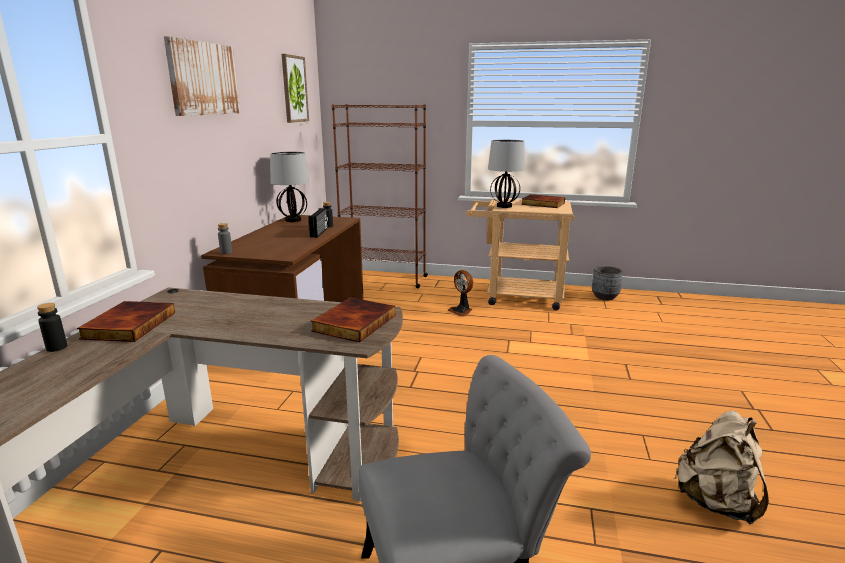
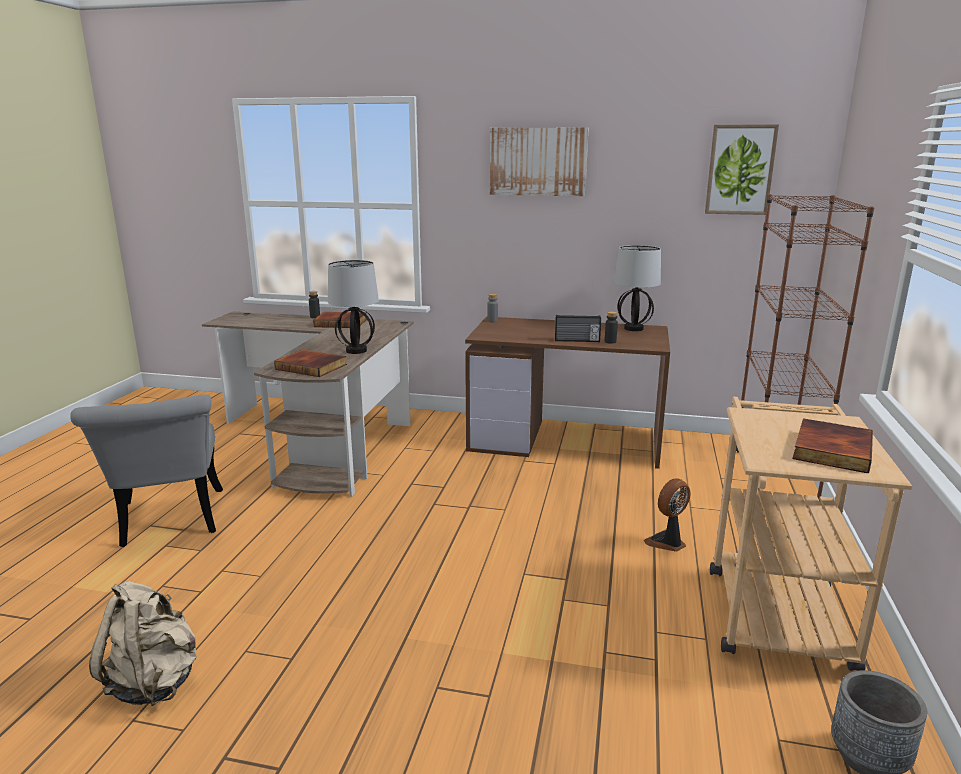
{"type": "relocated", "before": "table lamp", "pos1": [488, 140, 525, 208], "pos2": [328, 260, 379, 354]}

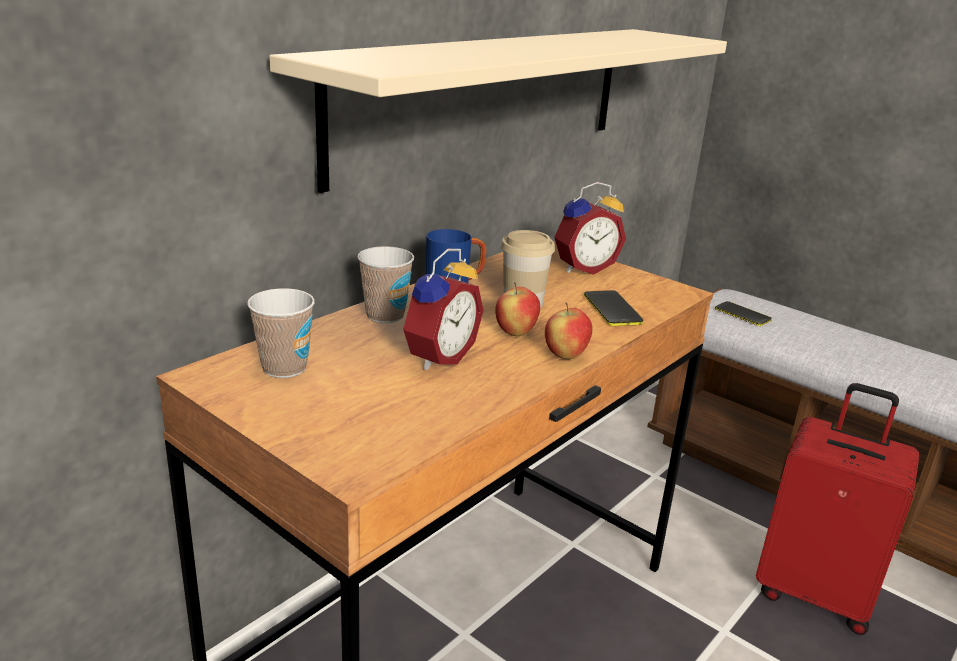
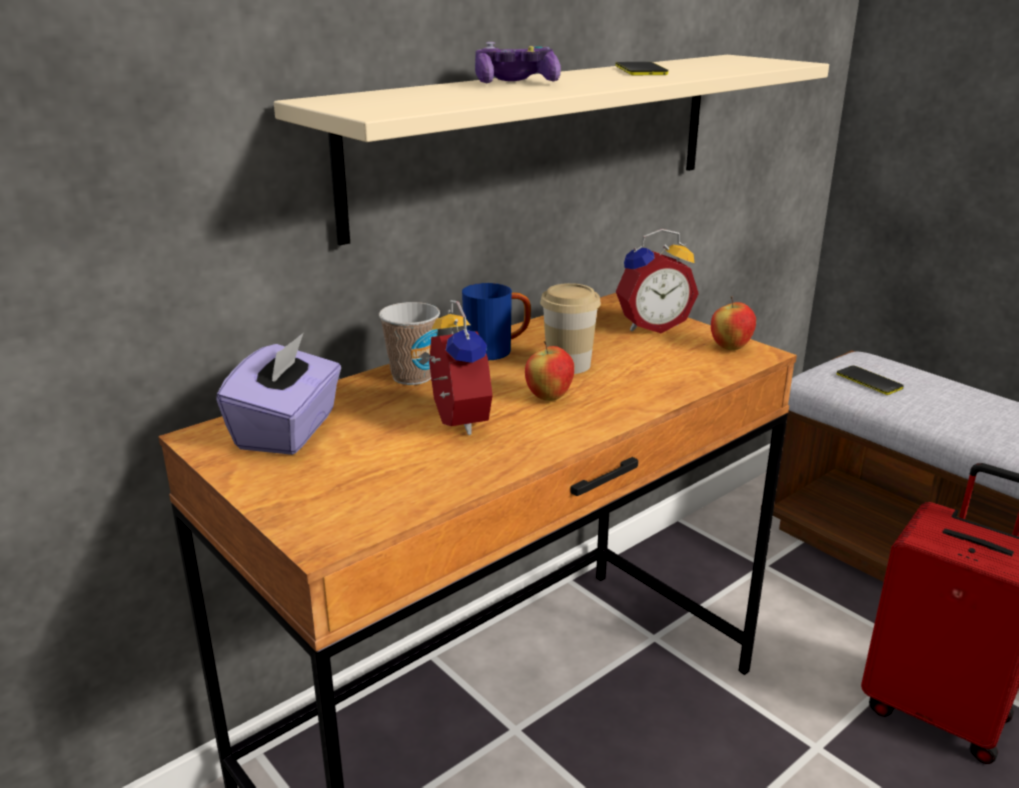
{"type": "appeared", "after": "game controller", "pos2": [475, 42, 561, 83]}
{"type": "relocated", "before": "apple", "pos1": [545, 303, 593, 359], "pos2": [711, 296, 756, 350]}
{"type": "relocated", "before": "phone", "pos1": [584, 290, 643, 326], "pos2": [615, 62, 668, 75]}
{"type": "exchanged", "before": "cup", "after": "purple tissue box", "pos1": [247, 288, 315, 378], "pos2": [216, 333, 341, 455]}
{"type": "spun", "before": "alarm clock", "pos1": [403, 249, 484, 370], "pos2": [418, 300, 493, 435], "turn": -60}

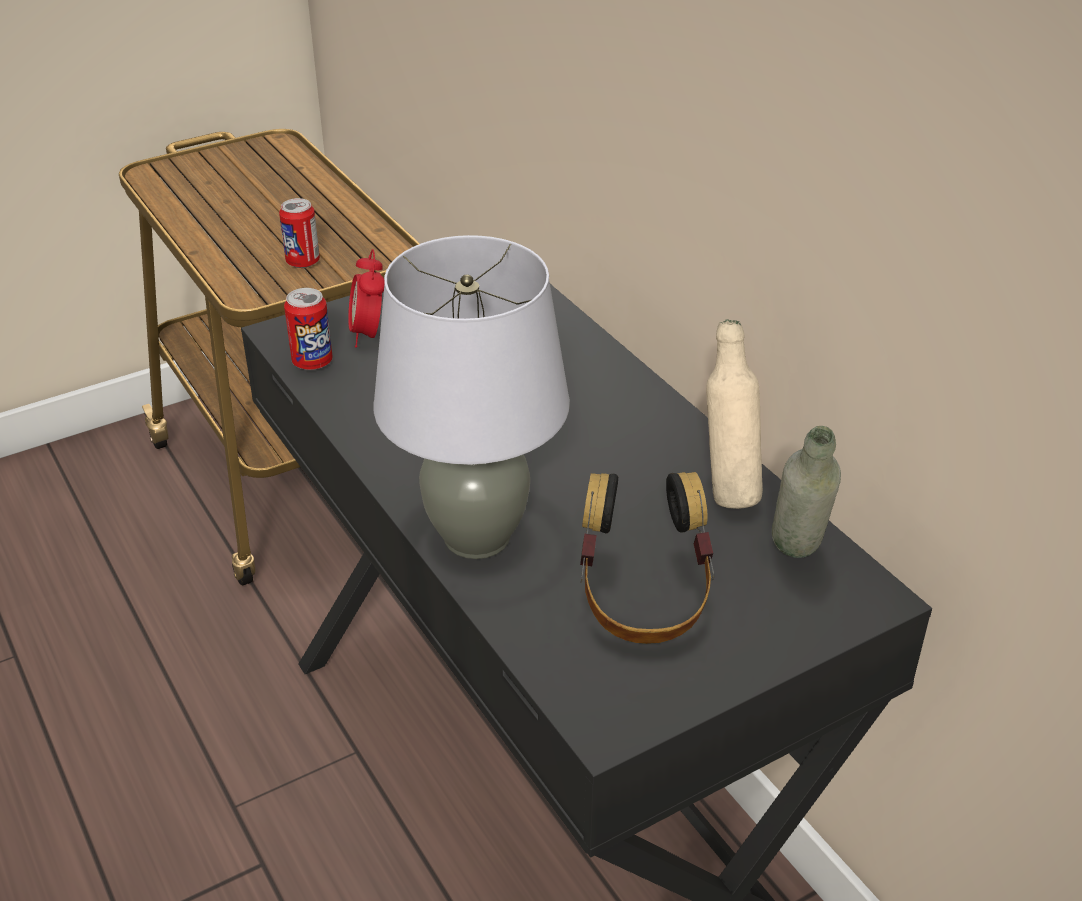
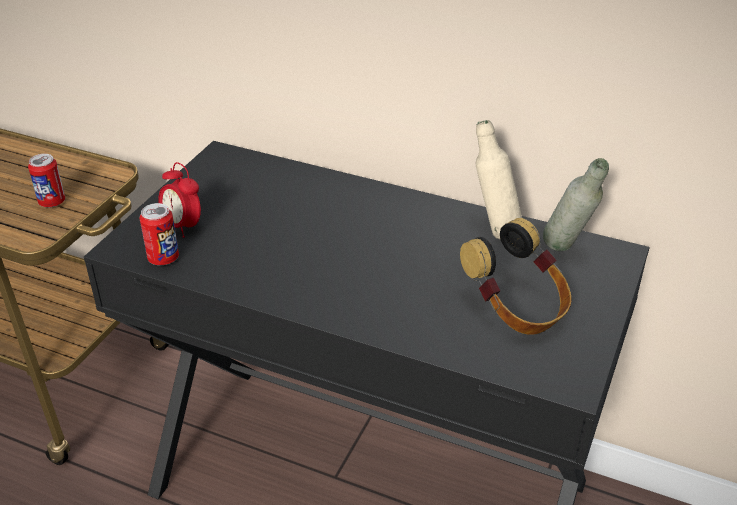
{"type": "missing", "before": "grey table lamp", "pos1": [374, 235, 570, 559]}

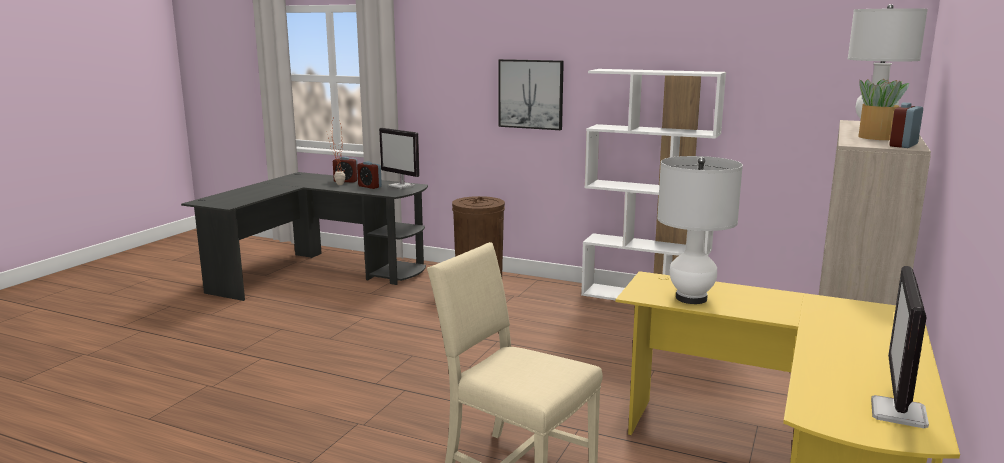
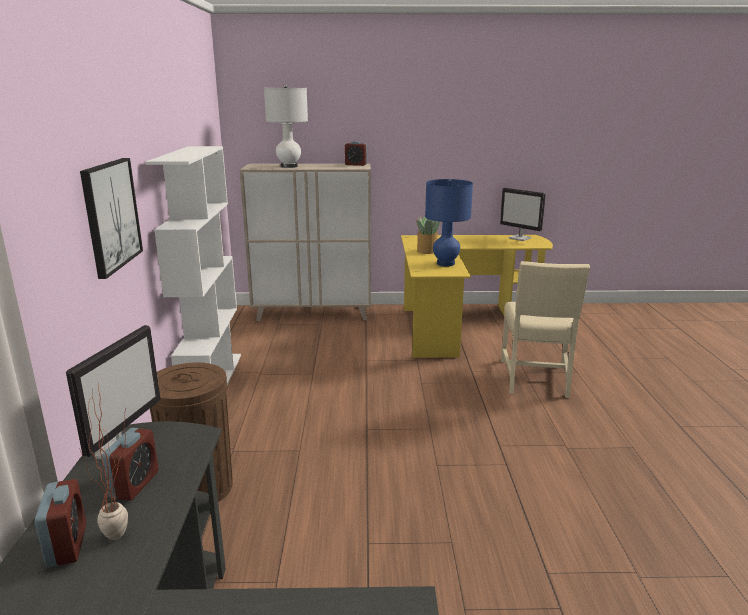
{"type": "relocated", "before": "potted plant", "pos1": [858, 79, 909, 140], "pos2": [416, 217, 440, 254]}
{"type": "colour", "before": "white table lamp", "after": "blue table lamp", "pos1": [657, 156, 743, 304], "pos2": [425, 179, 473, 266]}
{"type": "spun", "before": "monitor", "pos1": [871, 266, 929, 428], "pos2": [500, 188, 546, 241], "turn": 45}

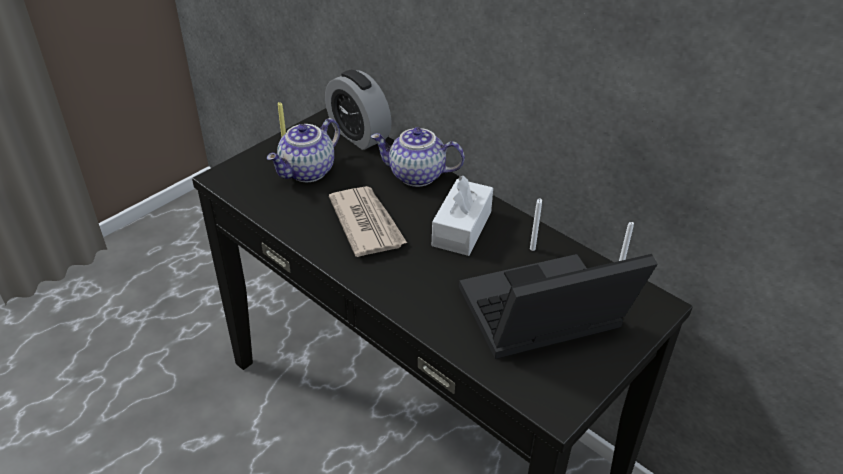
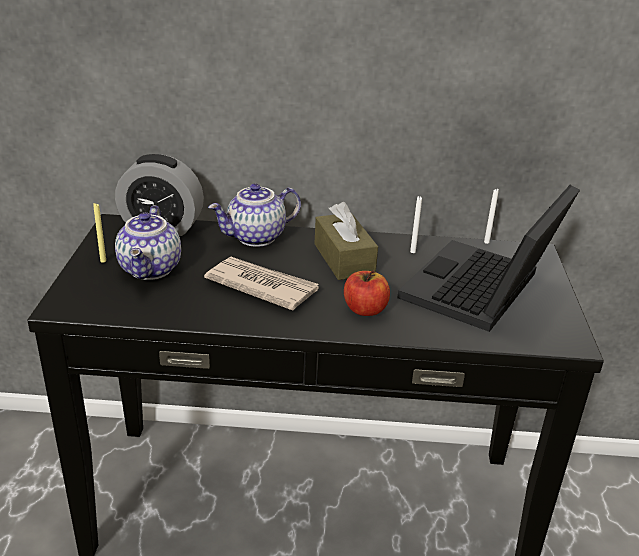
{"type": "appeared", "after": "apple", "pos2": [344, 270, 390, 316]}
{"type": "colour", "before": "white tissue box", "after": "brown tissue box", "pos1": [432, 176, 493, 256], "pos2": [314, 202, 378, 280]}

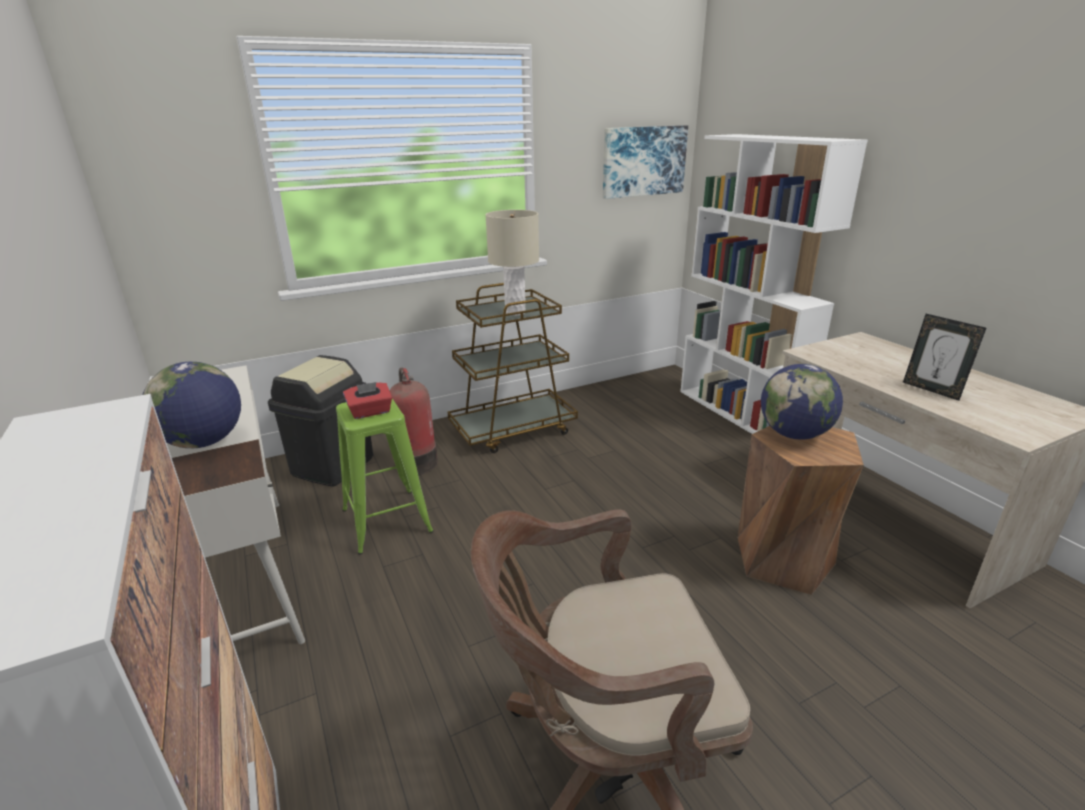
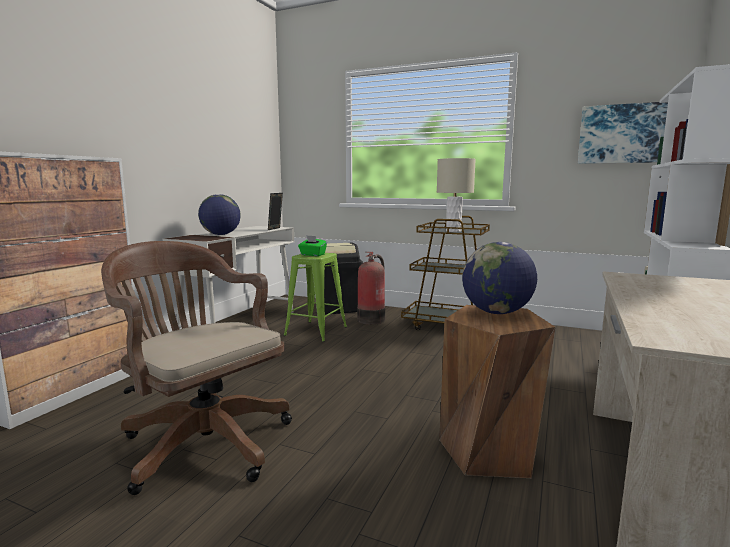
{"type": "relocated", "before": "picture frame", "pos1": [903, 314, 986, 401], "pos2": [268, 193, 283, 230]}
{"type": "colour", "before": "red tissue box", "after": "green tissue box", "pos1": [343, 382, 392, 419], "pos2": [298, 235, 327, 256]}

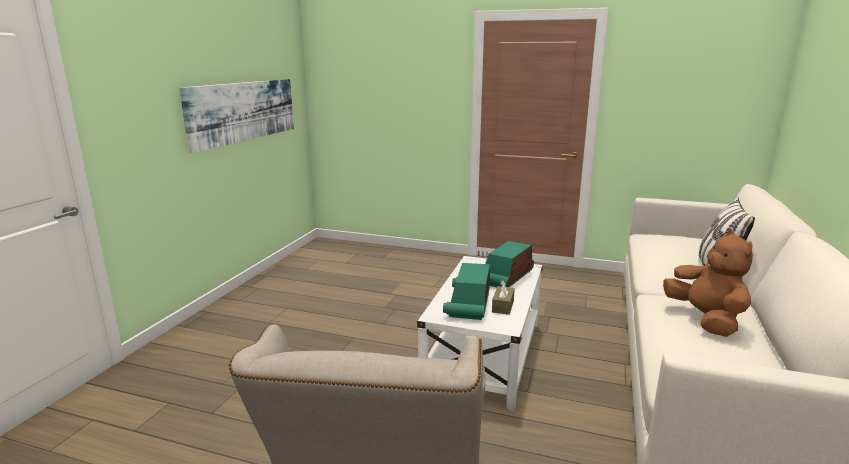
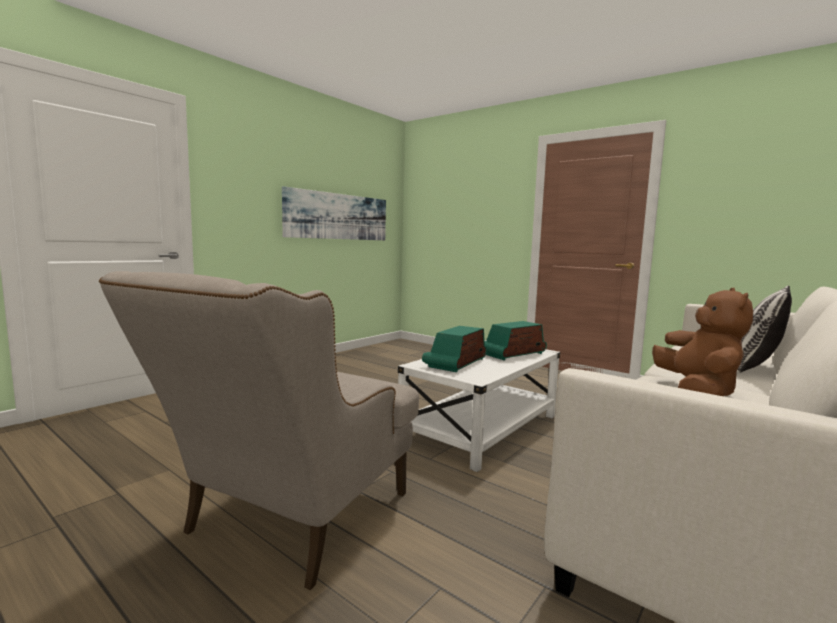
{"type": "missing", "before": "brown tissue box", "pos1": [492, 280, 515, 315]}

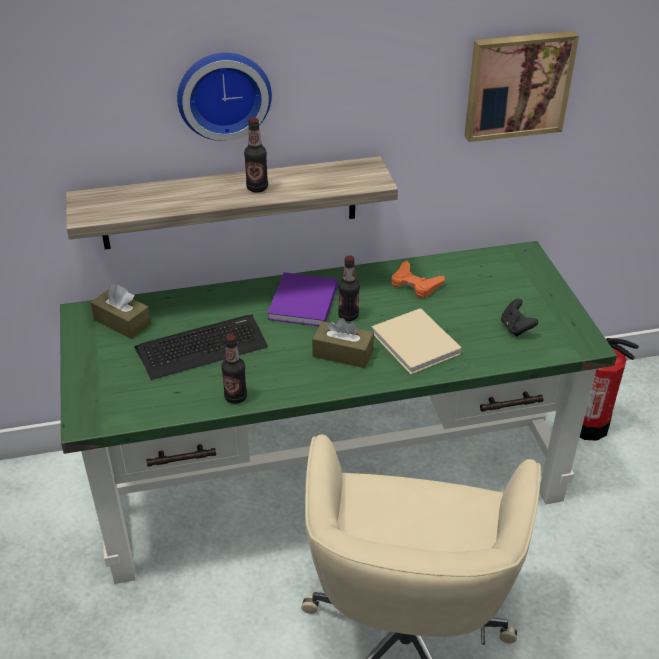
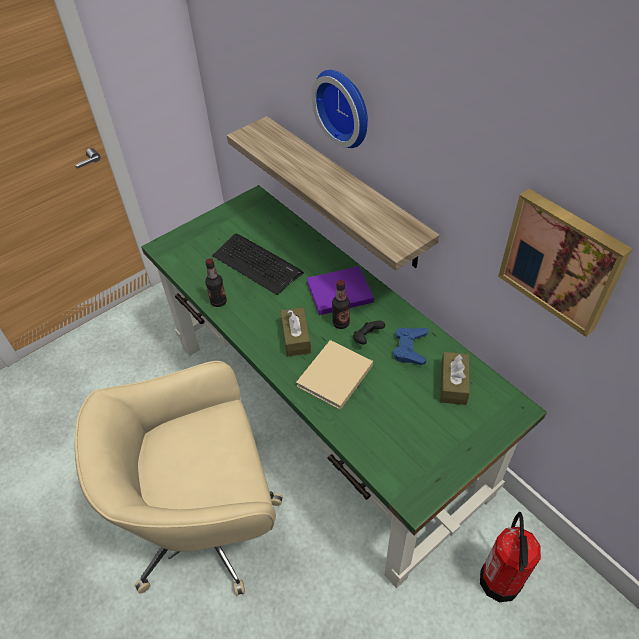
{"type": "missing", "before": "bottle", "pos1": [244, 117, 268, 193]}
{"type": "relocated", "before": "brown tissue box", "pos1": [90, 284, 151, 339], "pos2": [440, 352, 470, 405]}
{"type": "relocated", "before": "black game controller", "pos1": [501, 299, 538, 337], "pos2": [353, 321, 385, 344]}
{"type": "colour", "before": "orange game controller", "after": "blue game controller", "pos1": [391, 261, 444, 298], "pos2": [393, 328, 428, 365]}

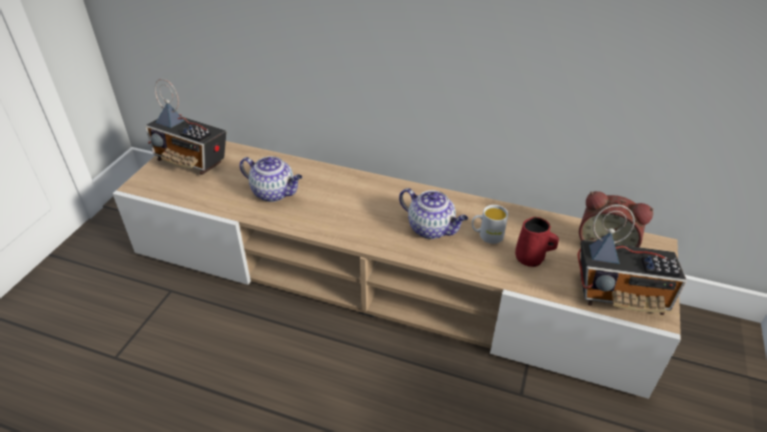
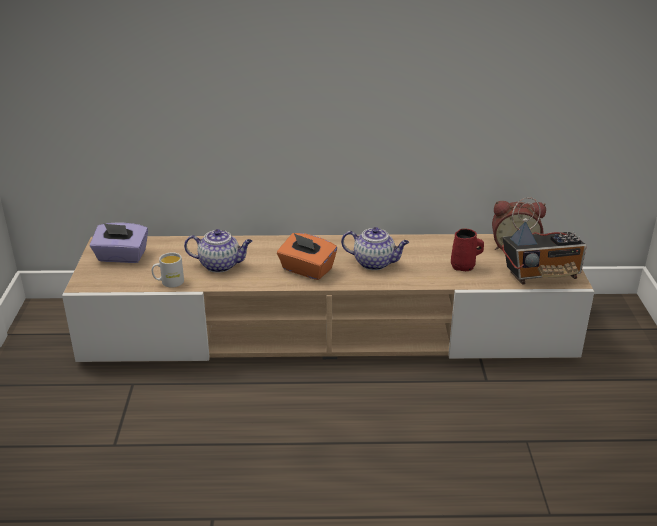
{"type": "appeared", "after": "orange tissue box", "pos2": [277, 233, 337, 280]}
{"type": "relocated", "before": "white mug", "pos1": [472, 205, 508, 244], "pos2": [152, 253, 184, 288]}
{"type": "exchanged", "before": "radio", "after": "purple tissue box", "pos1": [145, 79, 226, 175], "pos2": [90, 223, 148, 263]}

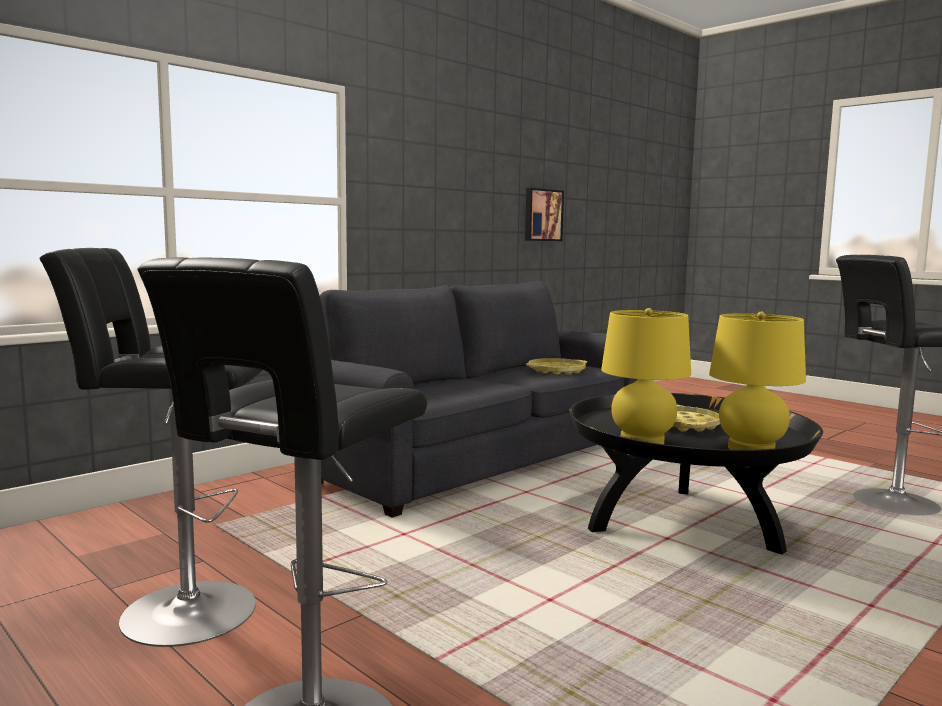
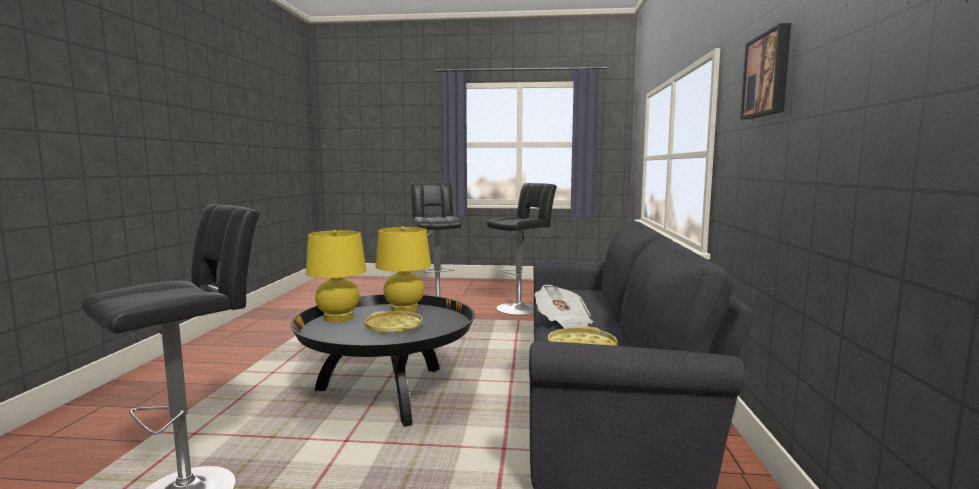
{"type": "appeared", "after": "newspaper", "pos2": [534, 285, 593, 328]}
{"type": "relocated", "before": "picture", "pos1": [525, 188, 564, 241], "pos2": [740, 23, 791, 119]}

